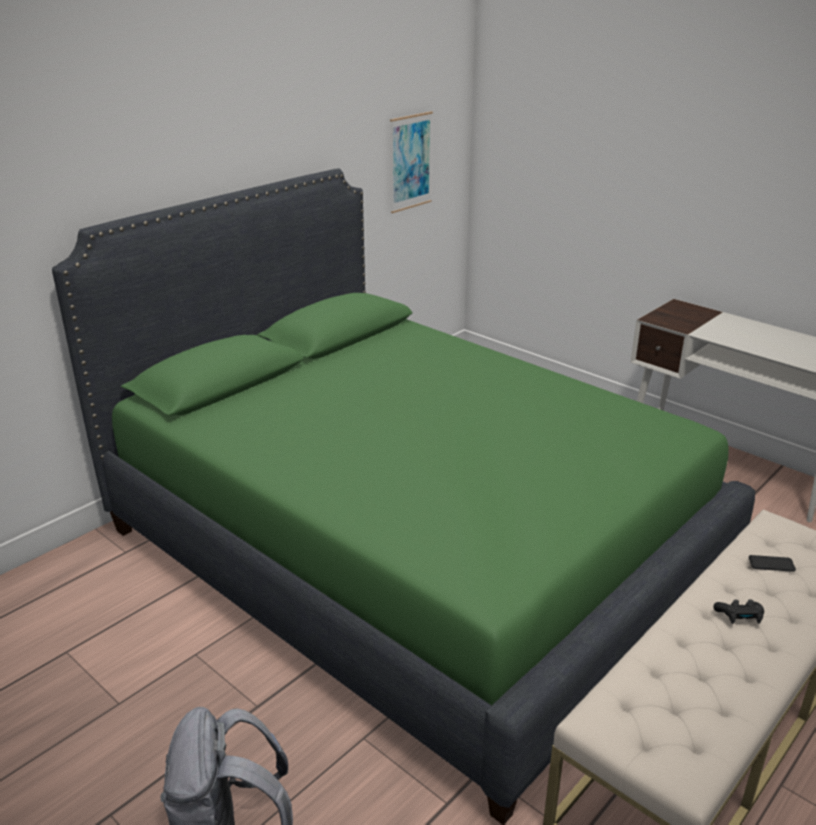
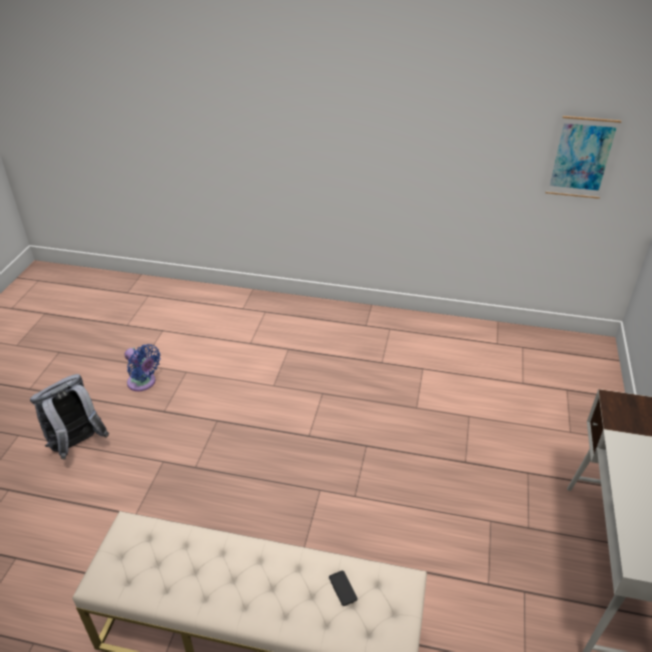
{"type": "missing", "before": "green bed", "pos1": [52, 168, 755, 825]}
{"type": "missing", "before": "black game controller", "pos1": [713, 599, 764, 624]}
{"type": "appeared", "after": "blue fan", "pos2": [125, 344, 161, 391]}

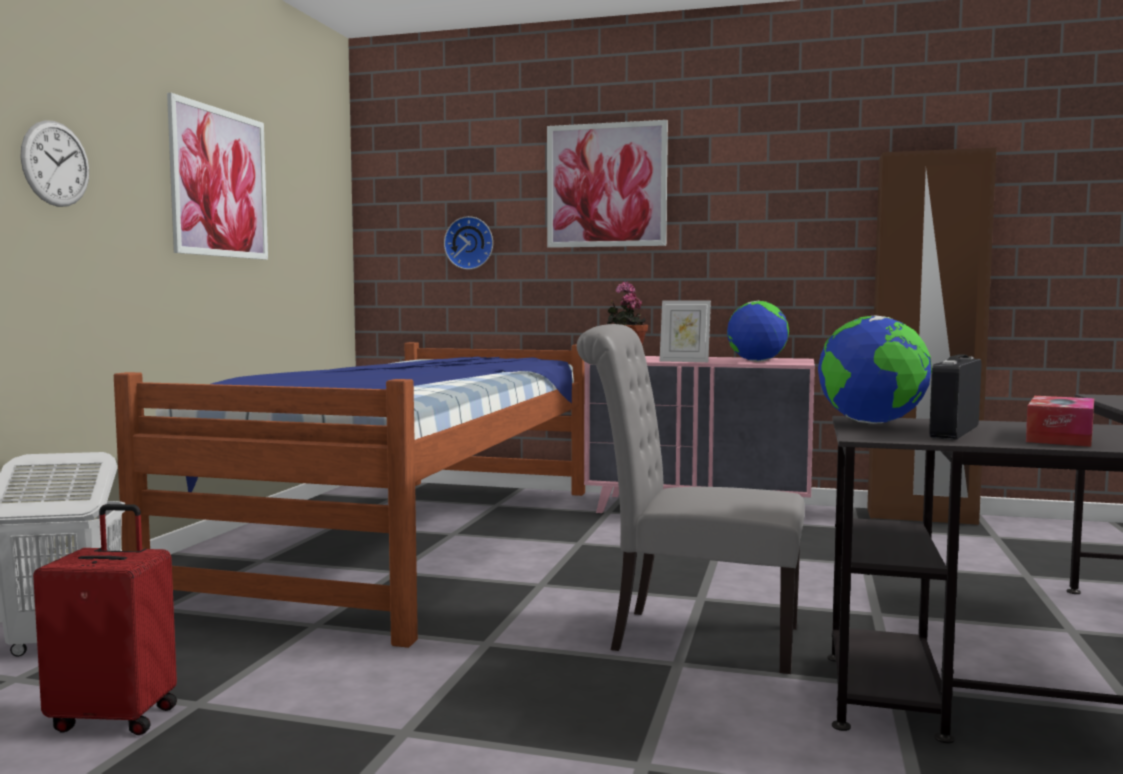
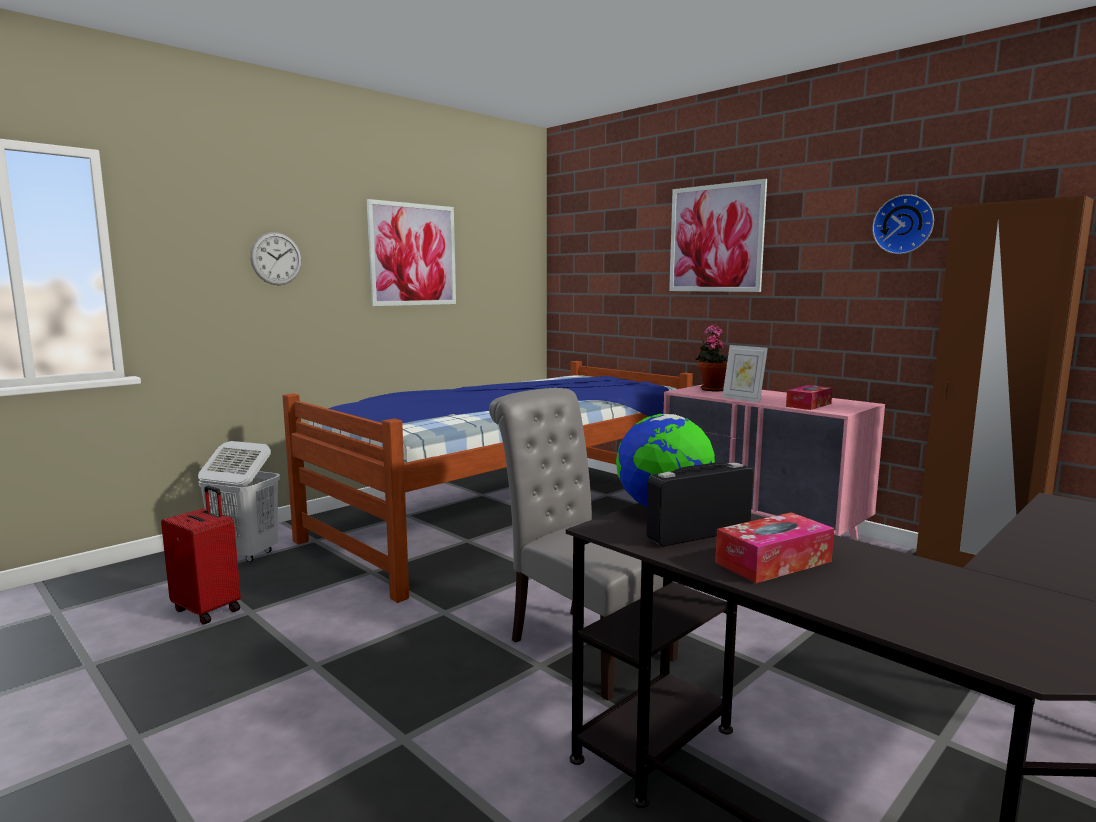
{"type": "relocated", "before": "wall clock", "pos1": [444, 216, 493, 270], "pos2": [872, 194, 934, 254]}
{"type": "exchanged", "before": "globe", "after": "tissue box", "pos1": [727, 301, 789, 362], "pos2": [786, 385, 833, 410]}

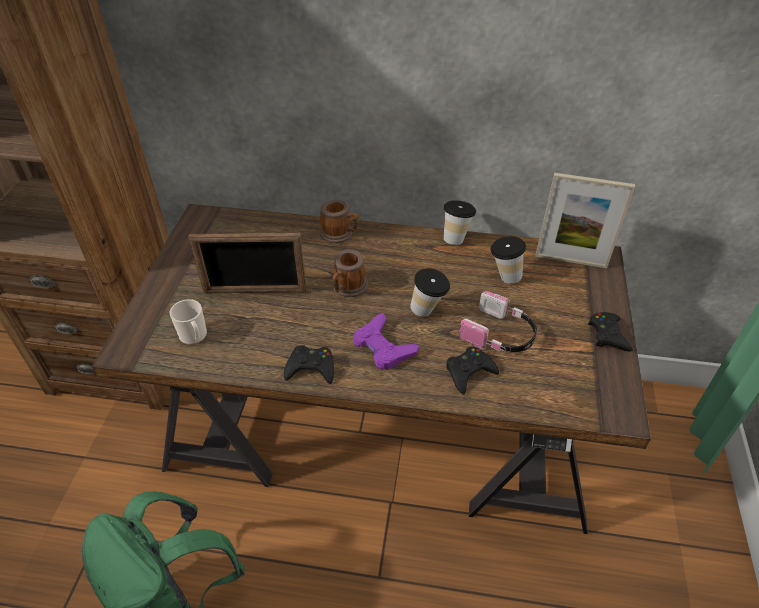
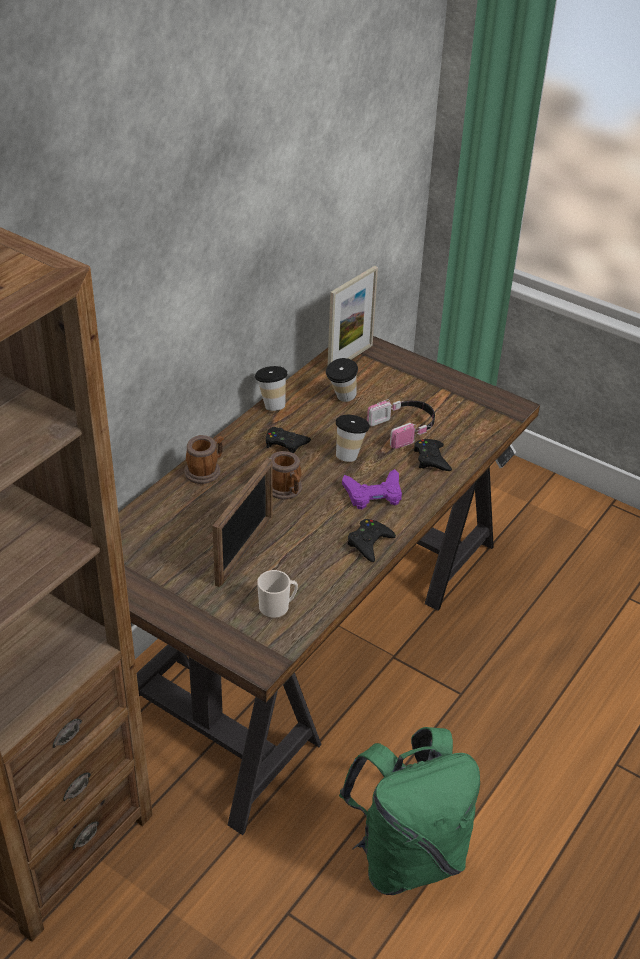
{"type": "relocated", "before": "black game controller", "pos1": [588, 312, 633, 351], "pos2": [266, 427, 311, 453]}

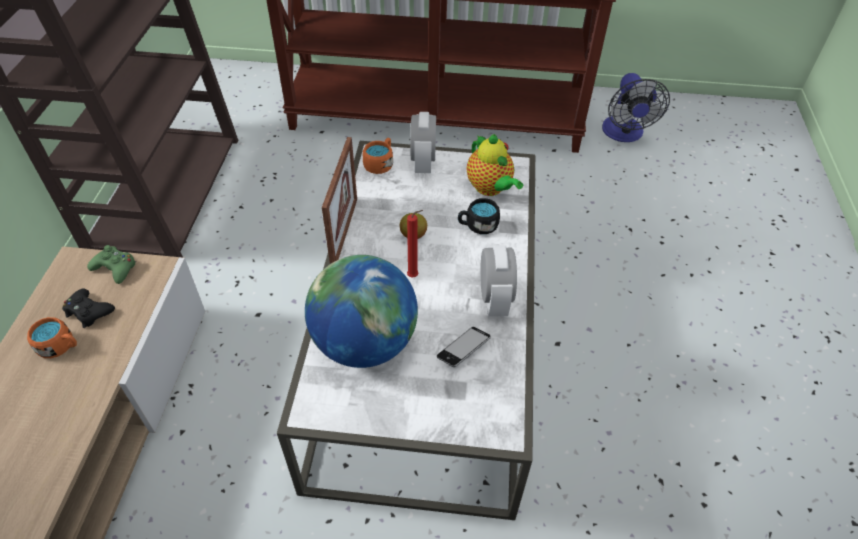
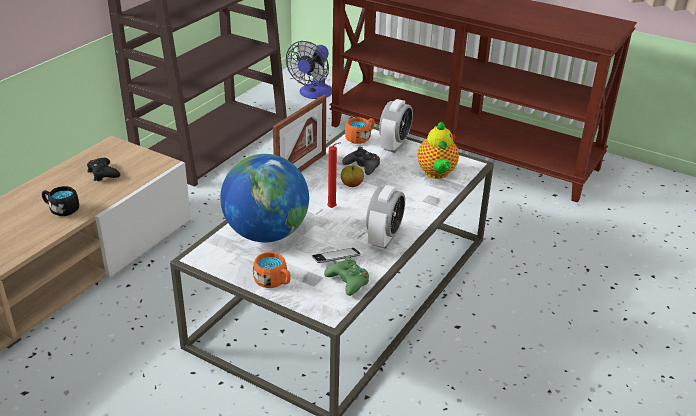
{"type": "appeared", "after": "black game controller", "pos2": [342, 147, 380, 175]}
{"type": "relocated", "before": "orange mug", "pos1": [27, 317, 77, 358], "pos2": [253, 252, 291, 288]}
{"type": "relocated", "before": "green game controller", "pos1": [87, 245, 136, 284], "pos2": [324, 257, 369, 296]}
{"type": "relocated", "before": "black mug", "pos1": [458, 198, 500, 234], "pos2": [42, 186, 79, 216]}
{"type": "relocated", "before": "fan", "pos1": [602, 73, 670, 142], "pos2": [286, 41, 332, 99]}

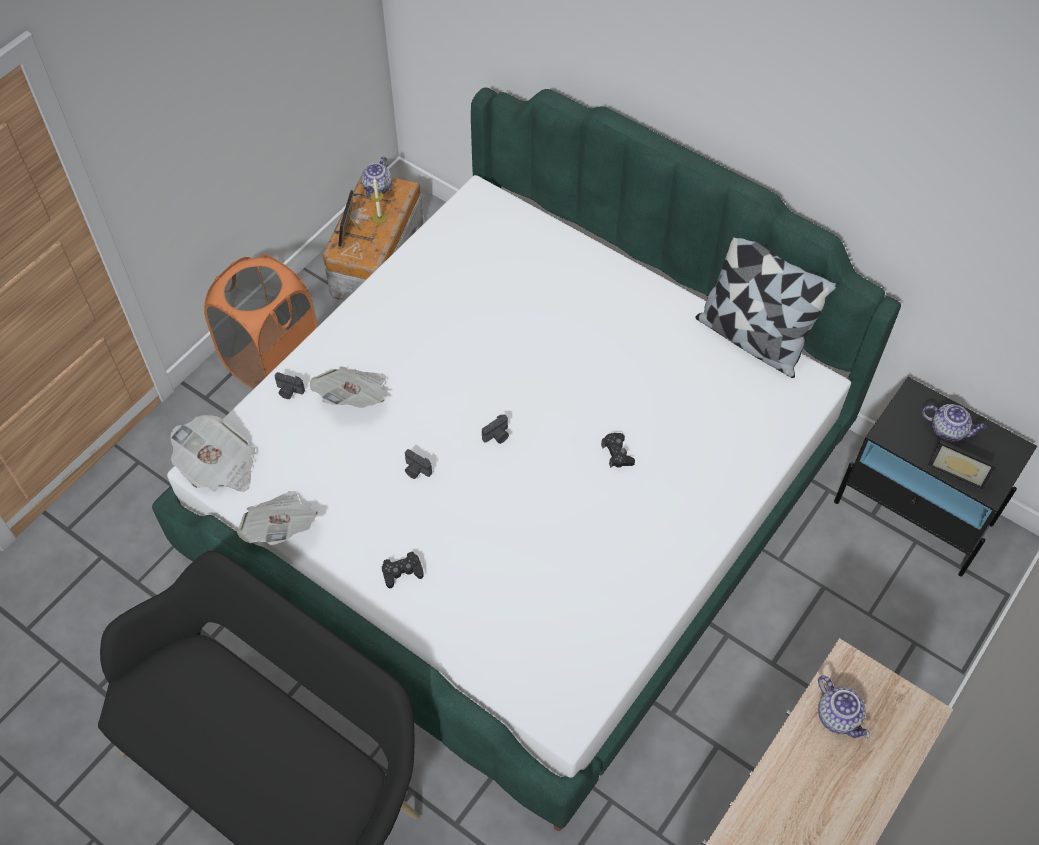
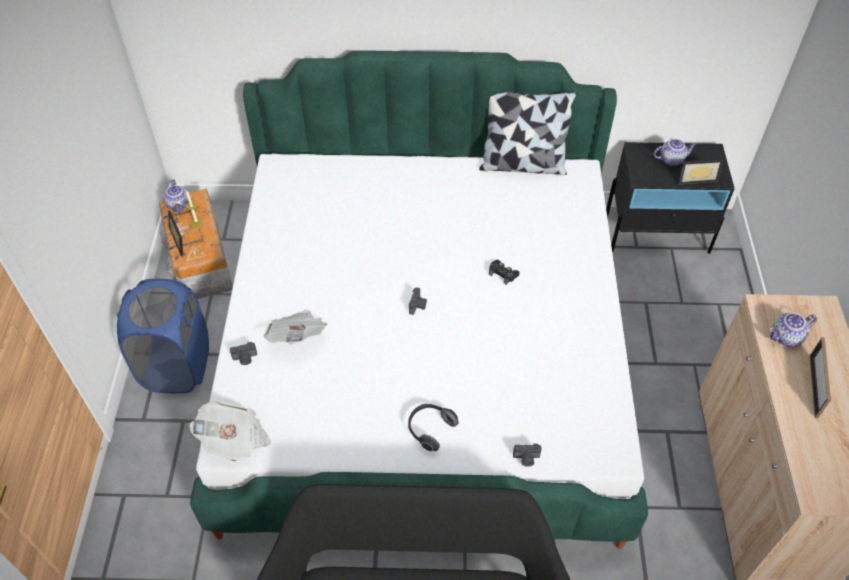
{"type": "missing", "before": "newspaper", "pos1": [237, 491, 318, 545]}
{"type": "appeared", "after": "picture frame", "pos2": [810, 337, 831, 418]}
{"type": "relocated", "before": "photo camera", "pos1": [405, 449, 432, 479], "pos2": [513, 443, 542, 467]}
{"type": "exchanged", "before": "black game controller", "after": "headphones", "pos1": [382, 552, 424, 588], "pos2": [408, 404, 458, 451]}
{"type": "colour", "before": "orange laundry basket", "after": "blue laundry basket", "pos1": [204, 254, 318, 389], "pos2": [117, 279, 209, 393]}
{"type": "spun", "before": "teapot", "pos1": [818, 675, 870, 738], "pos2": [770, 313, 817, 347], "turn": 135}

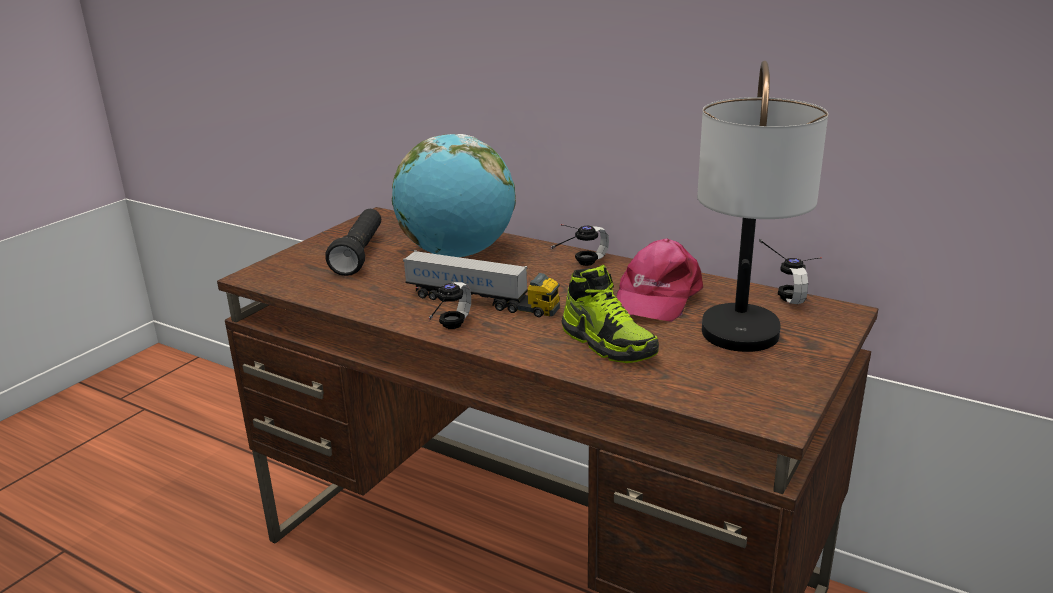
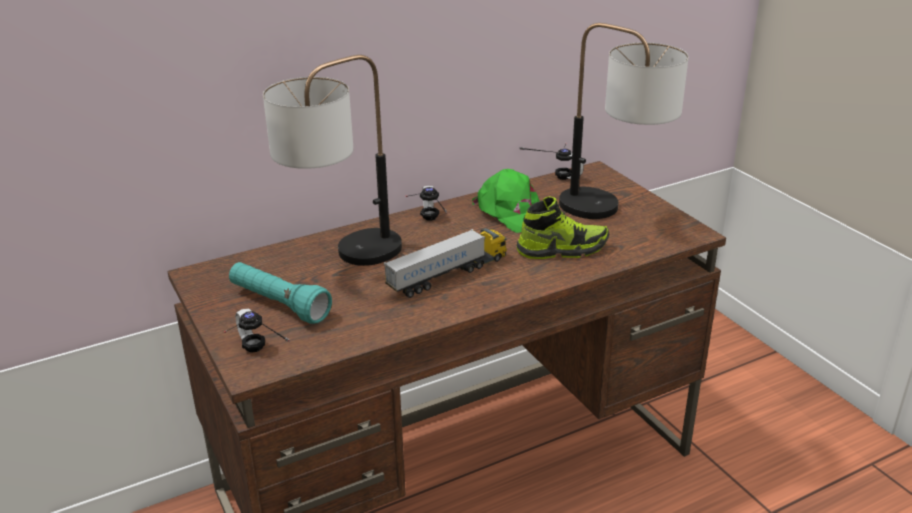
{"type": "relocated", "before": "headphones", "pos1": [415, 282, 471, 329], "pos2": [224, 308, 290, 353]}
{"type": "exchanged", "before": "globe", "after": "table lamp", "pos1": [392, 134, 516, 257], "pos2": [263, 55, 402, 266]}
{"type": "colour", "before": "black flashlight", "after": "turquoise flashlight", "pos1": [325, 209, 381, 276], "pos2": [229, 262, 332, 324]}
{"type": "colour", "before": "pink cap", "after": "green cap", "pos1": [617, 238, 703, 322], "pos2": [472, 169, 540, 233]}

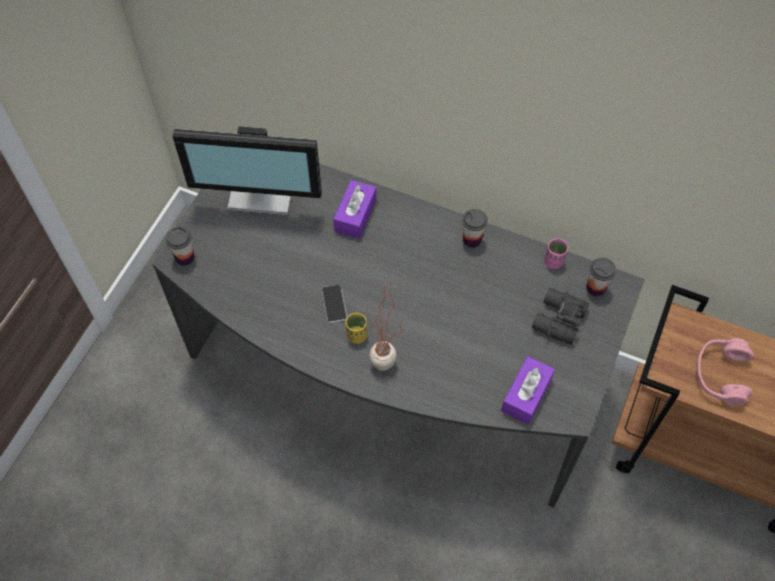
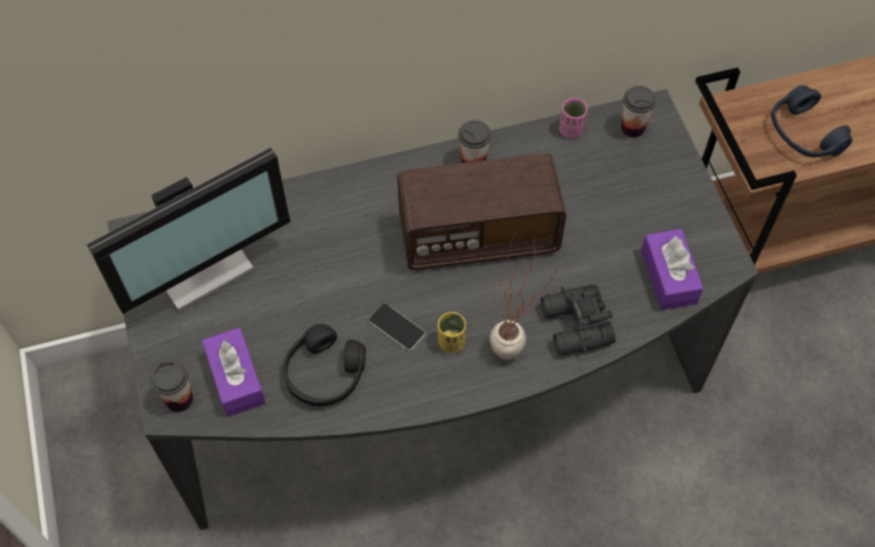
{"type": "appeared", "after": "black headphones", "pos2": [283, 324, 366, 406]}
{"type": "appeared", "after": "radio", "pos2": [397, 153, 567, 270]}
{"type": "relocated", "before": "purple tissue box", "pos1": [333, 180, 377, 239], "pos2": [202, 327, 266, 417]}
{"type": "relocated", "before": "black binoculars", "pos1": [532, 288, 589, 344], "pos2": [541, 285, 615, 356]}
{"type": "colour", "before": "pink headphones", "after": "blue headphones", "pos1": [697, 338, 754, 406], "pos2": [771, 85, 853, 157]}

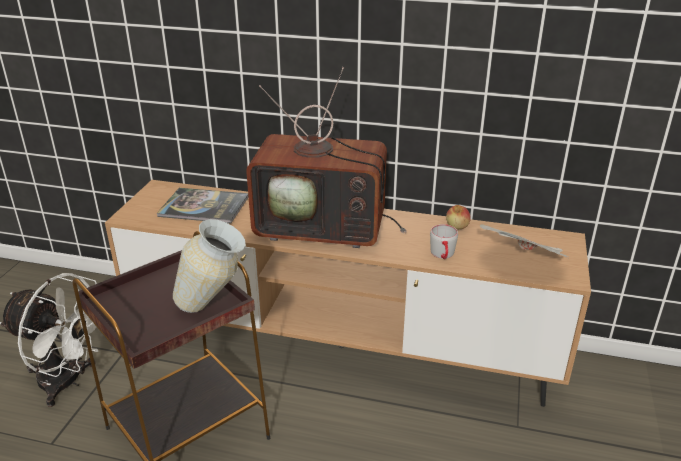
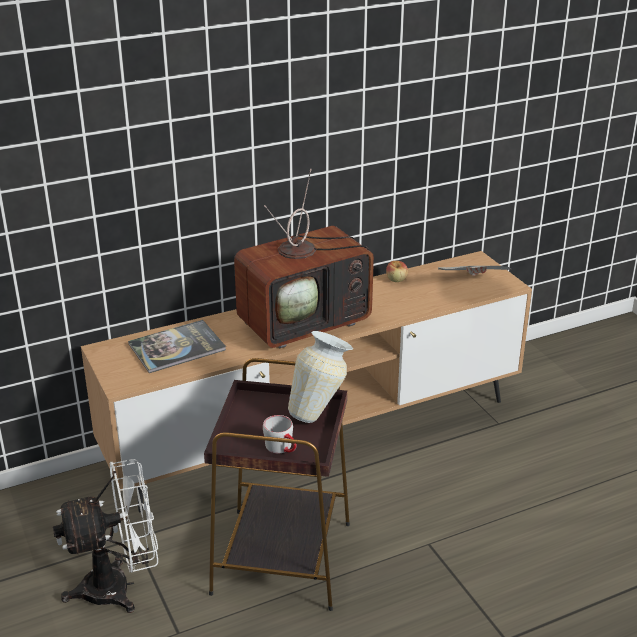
{"type": "relocated", "before": "grey mug", "pos1": [430, 224, 458, 259], "pos2": [263, 415, 297, 454]}

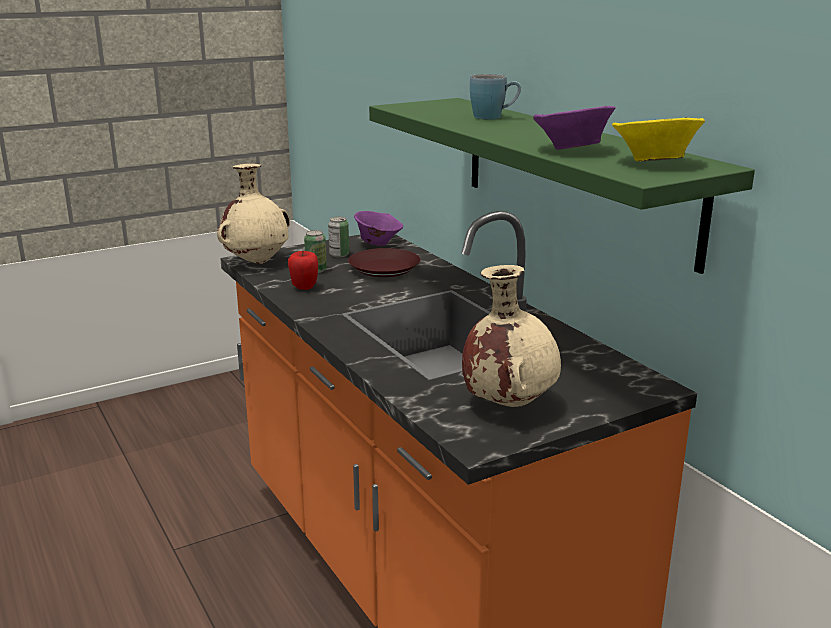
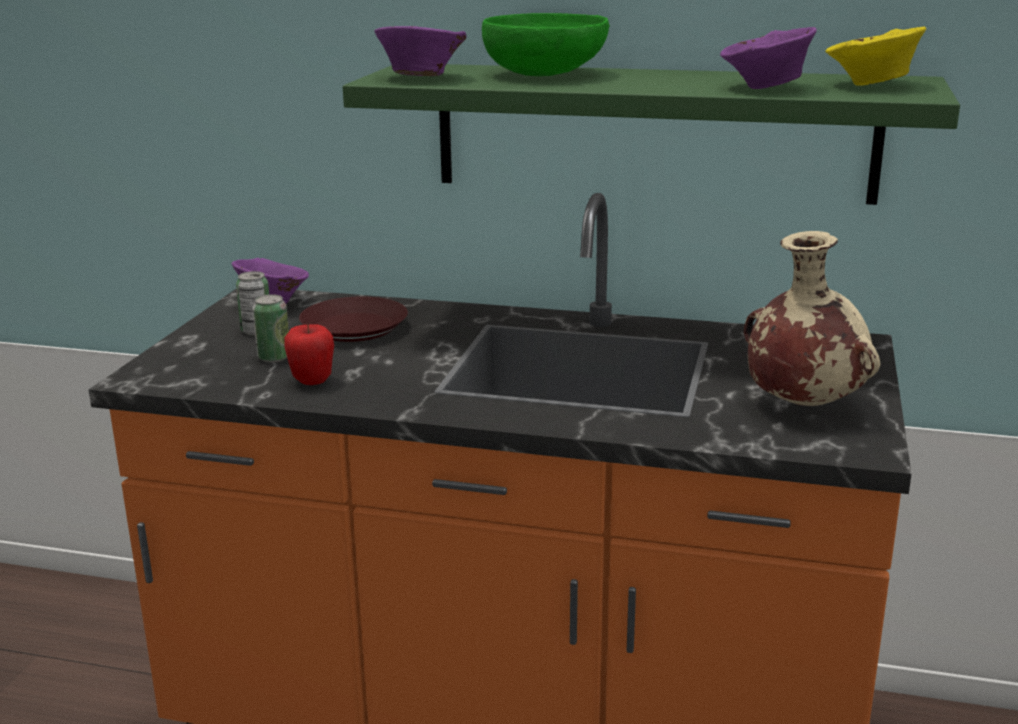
{"type": "missing", "before": "beige vase", "pos1": [217, 164, 290, 264]}
{"type": "appeared", "after": "purple bowl", "pos2": [374, 26, 466, 76]}
{"type": "exchanged", "before": "blue mug", "after": "green bowl", "pos1": [470, 74, 521, 120], "pos2": [482, 13, 610, 76]}

